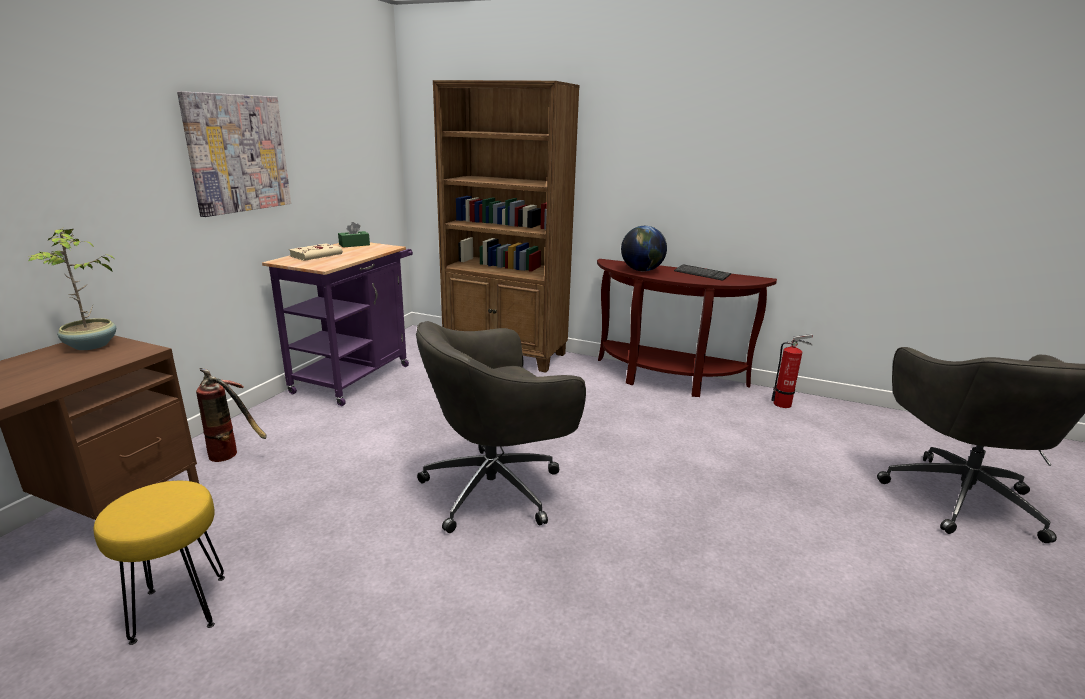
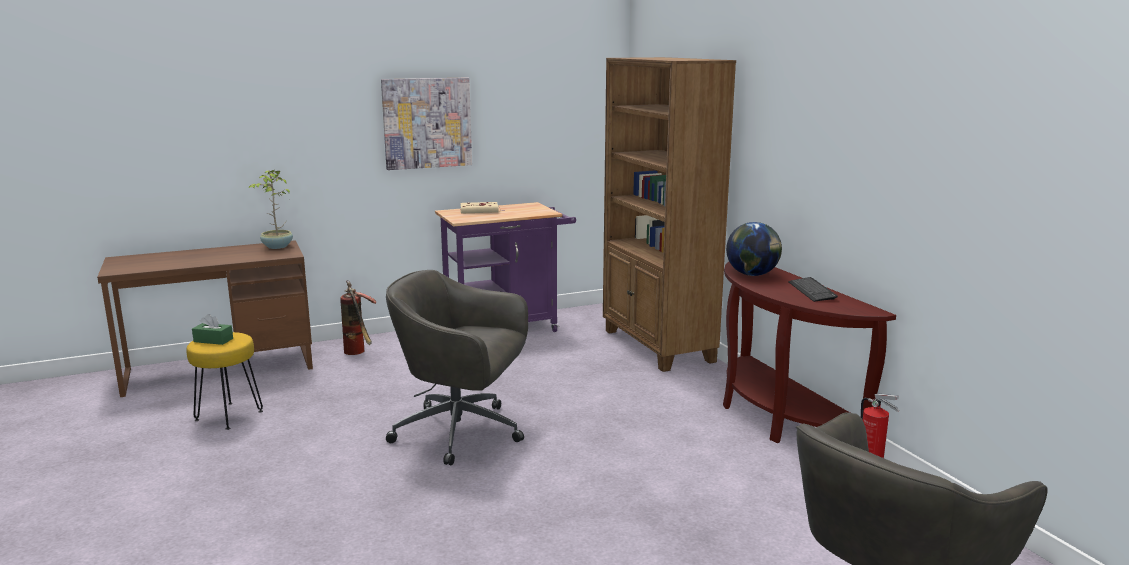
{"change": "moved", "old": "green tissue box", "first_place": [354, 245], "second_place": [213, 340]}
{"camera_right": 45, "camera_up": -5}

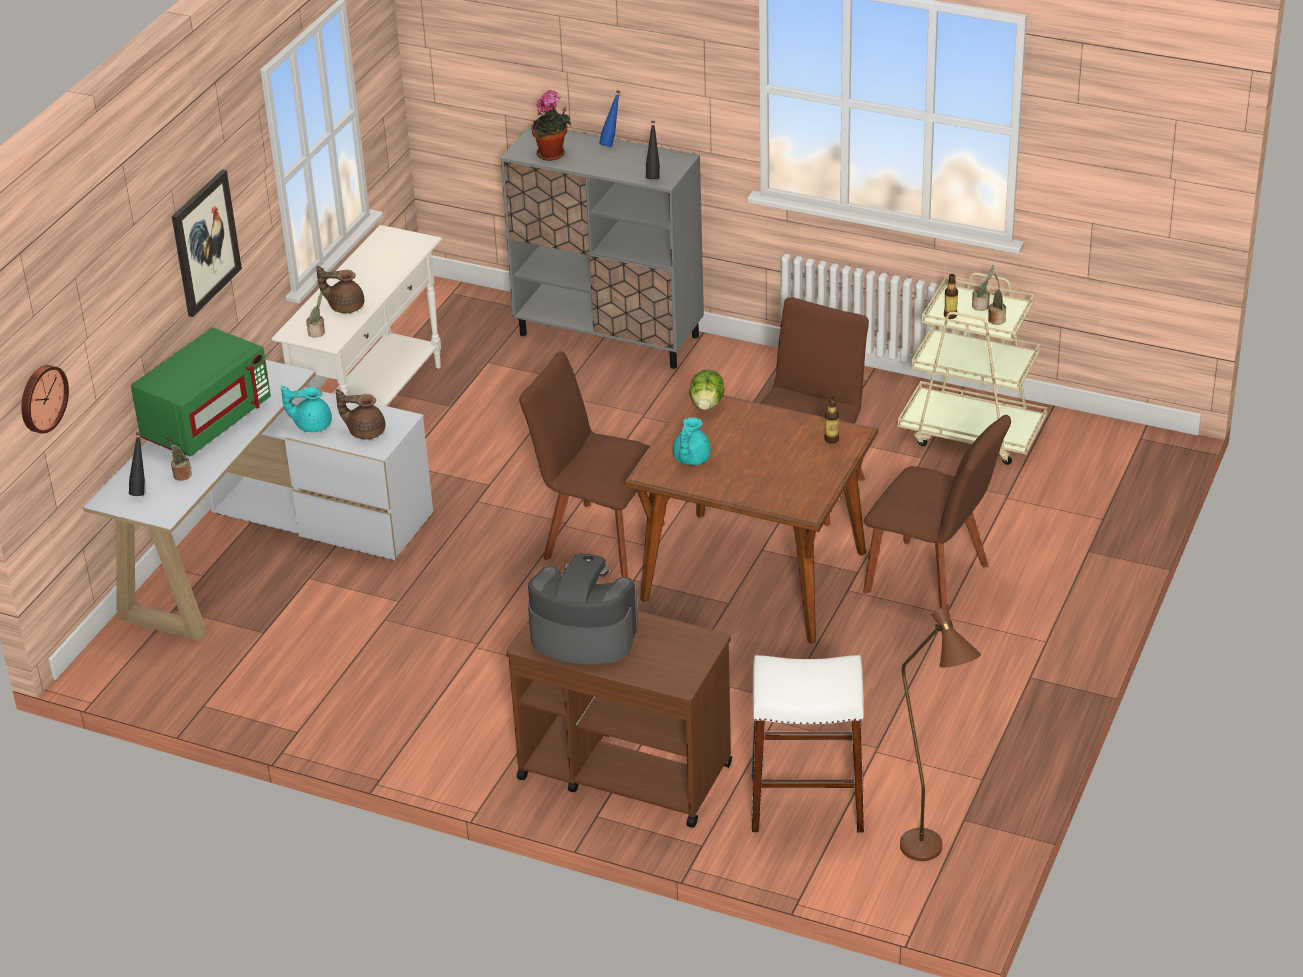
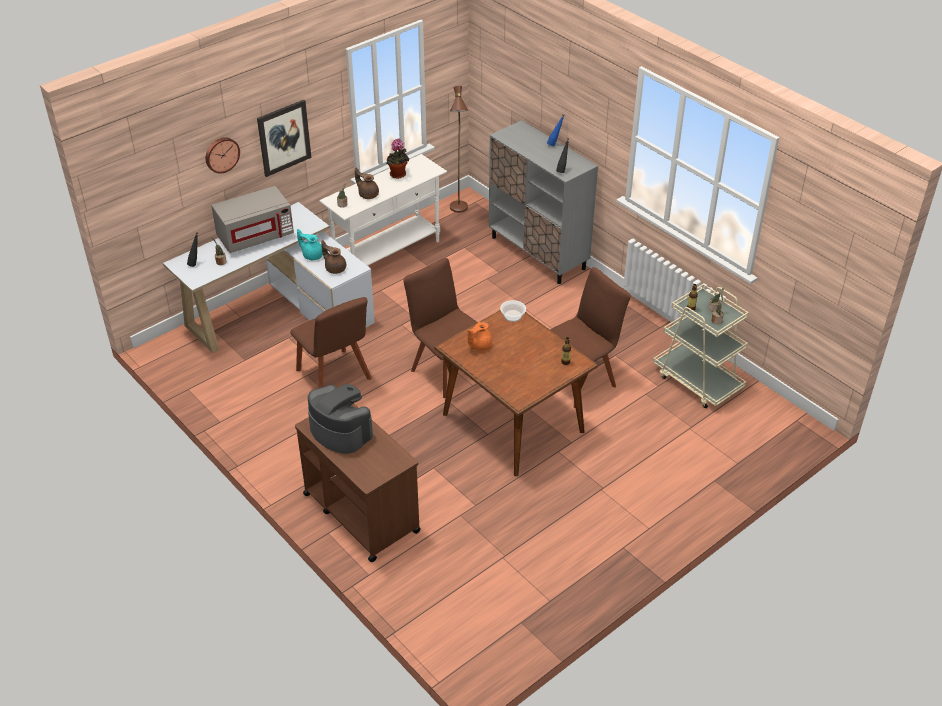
{"change": "moved", "old": "wall clock", "first_place": [41, 398], "second_place": [221, 154]}
{"change": "recoloured", "old": "green microwave", "new": "grey microwave", "first_place": [206, 422], "second_place": [255, 236]}
{"change": "moved", "old": "potted plant", "first_place": [553, 155], "second_place": [398, 175]}
{"change": "recoloured", "old": "turquoise teapot", "new": "orange teapot", "first_place": [690, 459], "second_place": [479, 345]}
{"change": "replaced", "old": "lettuce", "new": "bowl", "first_place": [707, 404], "second_place": [513, 316]}
{"change": "removed", "old": "white stool", "first_place": [806, 804]}
{"change": "moved", "old": "brown chair", "first_place": [932, 581], "second_place": [335, 377]}
{"change": "moved", "old": "brown floor lamp", "first_place": [931, 856], "second_place": [459, 211]}
{"camera_right": 25, "camera_up": 5}

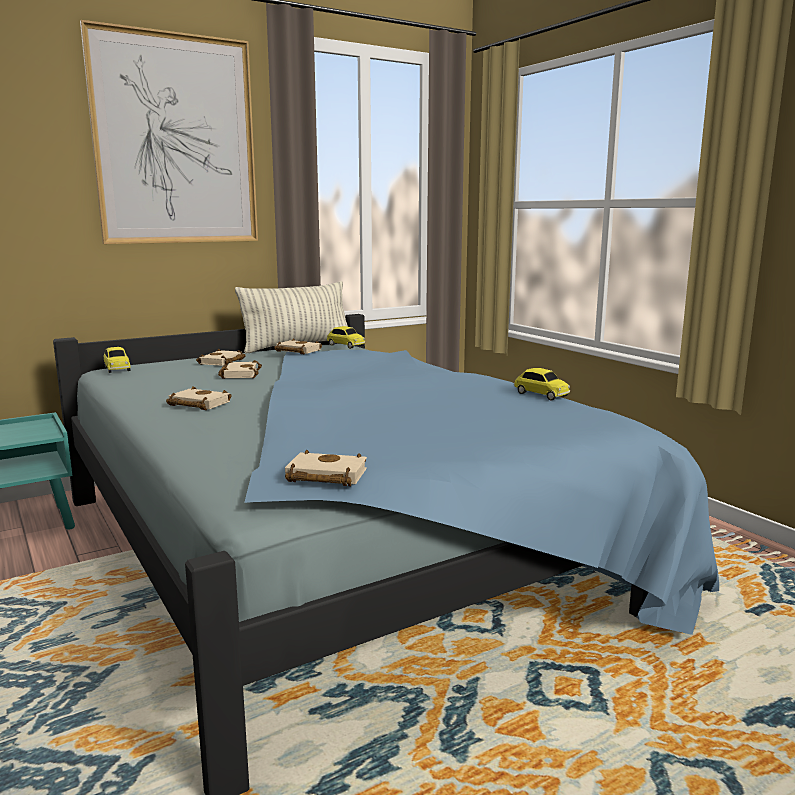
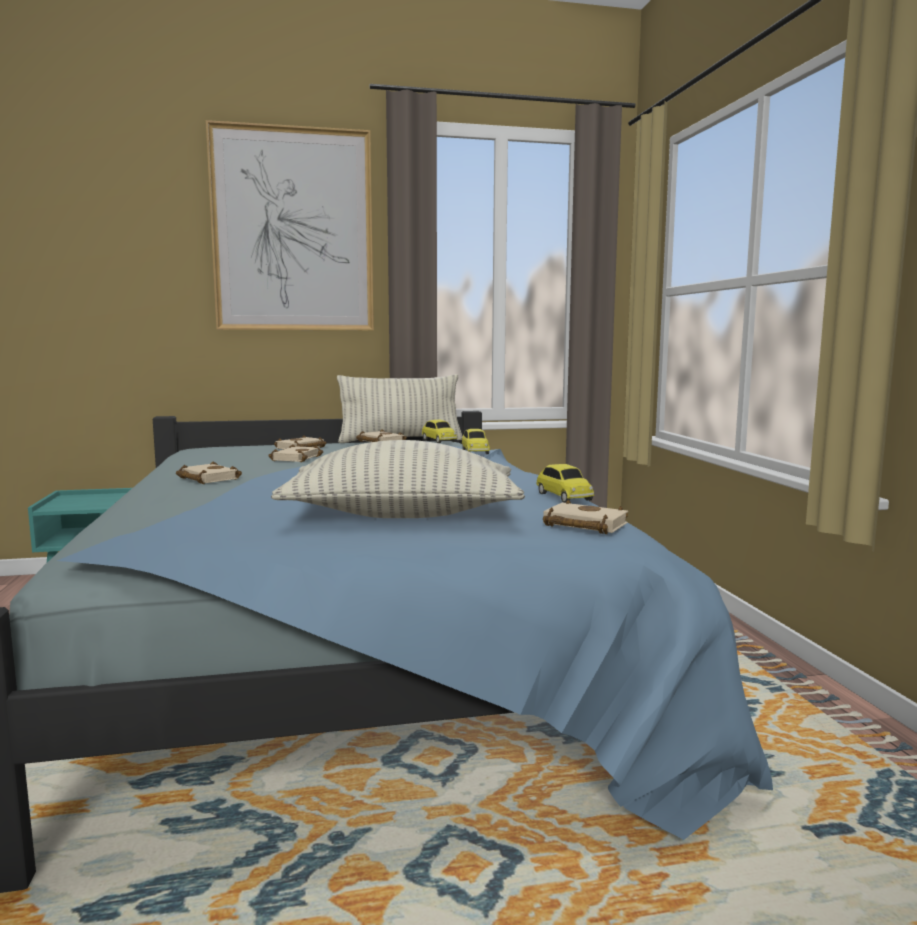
{"change": "moved", "old": "toy car", "first_place": [117, 368], "second_place": [475, 451]}
{"change": "moved", "old": "beige book", "first_place": [323, 476], "second_place": [582, 525]}
{"change": "added", "new": "pillow", "second_place": [402, 515]}
{"camera_right": 20, "camera_up": -5}

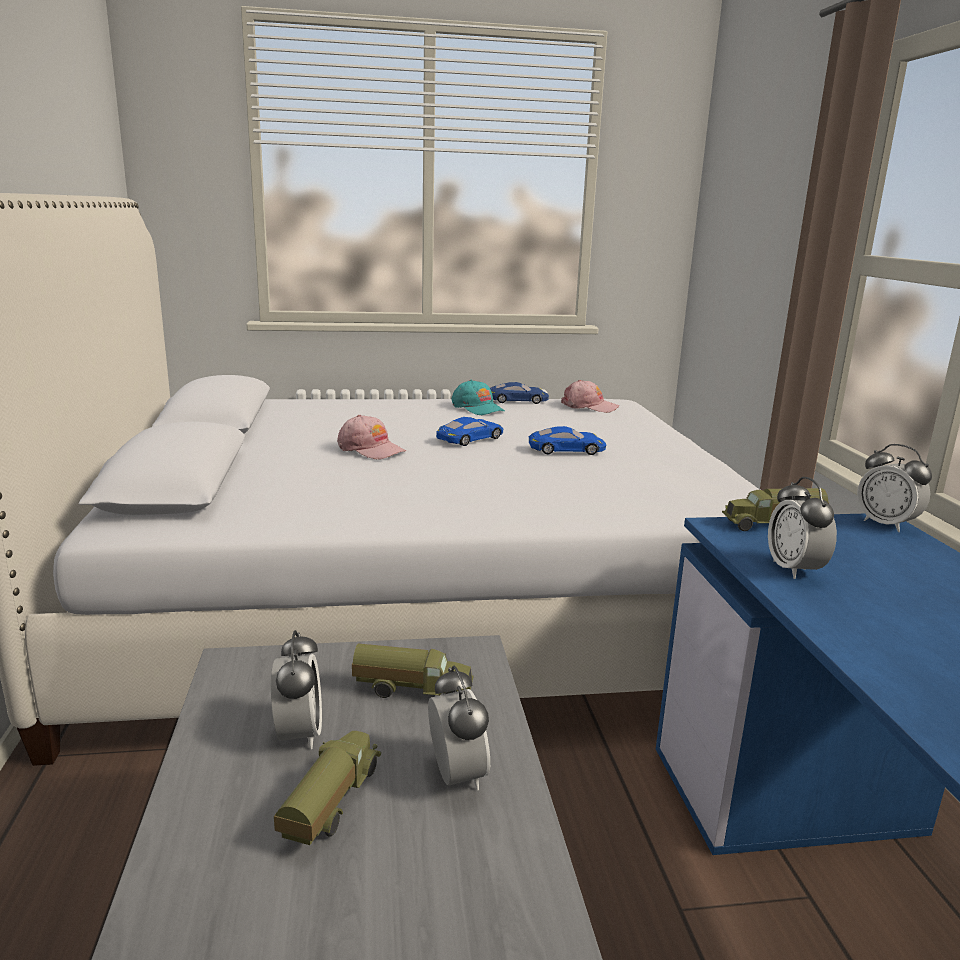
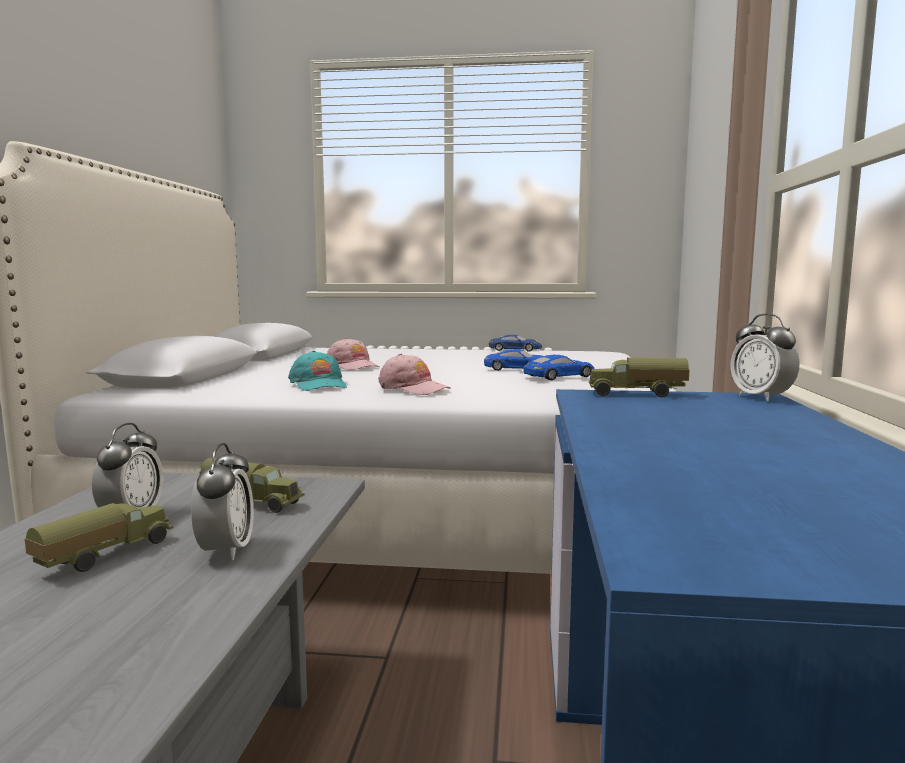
{"change": "moved", "old": "blue toy car", "first_place": [470, 438], "second_place": [559, 376]}
{"change": "moved", "old": "turquoise cap", "first_place": [478, 408], "second_place": [319, 385]}
{"change": "moved", "old": "pink cap", "first_place": [589, 406], "second_place": [413, 389]}
{"change": "removed", "old": "alarm clock", "first_place": [794, 569]}
{"camera_right": 15, "camera_up": -10}

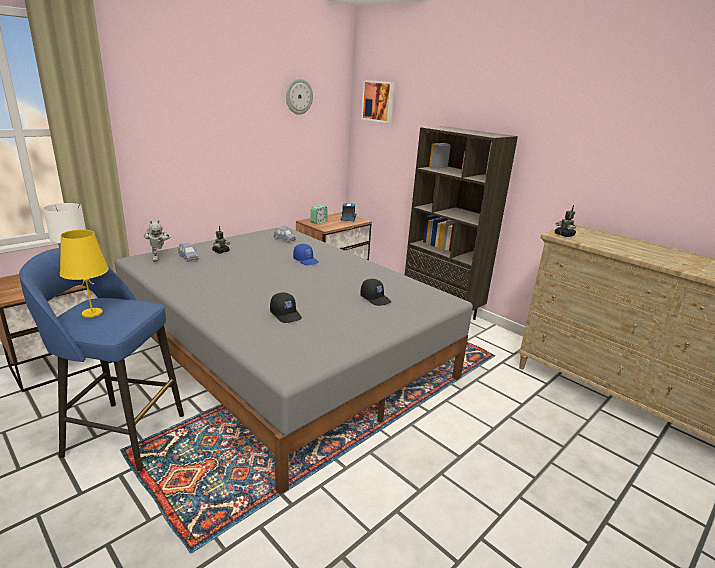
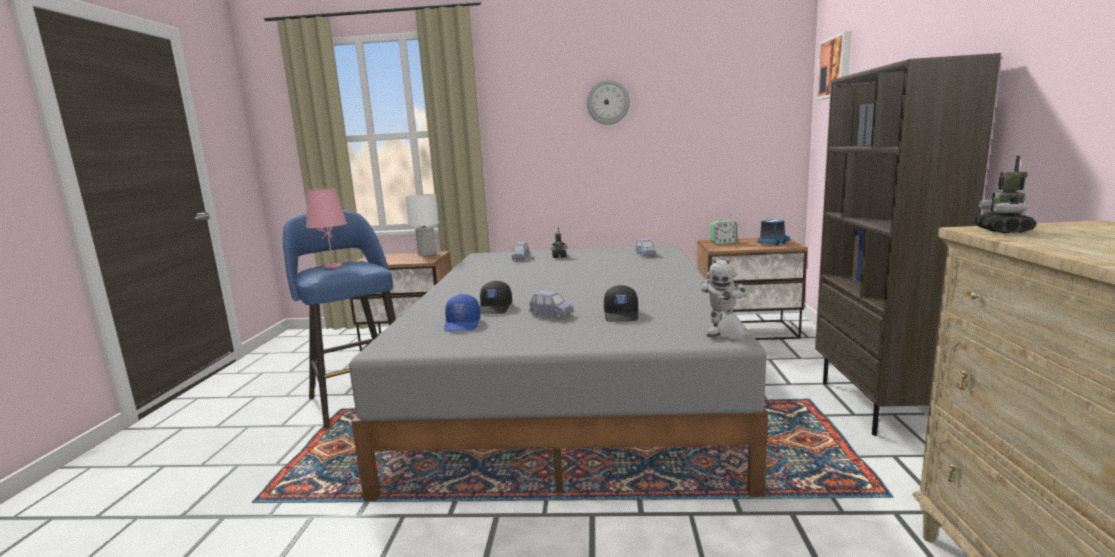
{"change": "recoloured", "old": "yellow table lamp", "new": "pink table lamp", "first_place": [92, 313], "second_place": [333, 266]}
{"change": "moved", "old": "toy robot", "first_place": [158, 258], "second_place": [722, 332]}
{"change": "moved", "old": "wall clock", "first_place": [298, 96], "second_place": [608, 102]}
{"change": "moved", "old": "blue cap", "first_place": [306, 260], "second_place": [463, 324]}
{"change": "added", "new": "blue toy car", "second_place": [551, 315]}
{"camera_right": 50, "camera_up": -10}

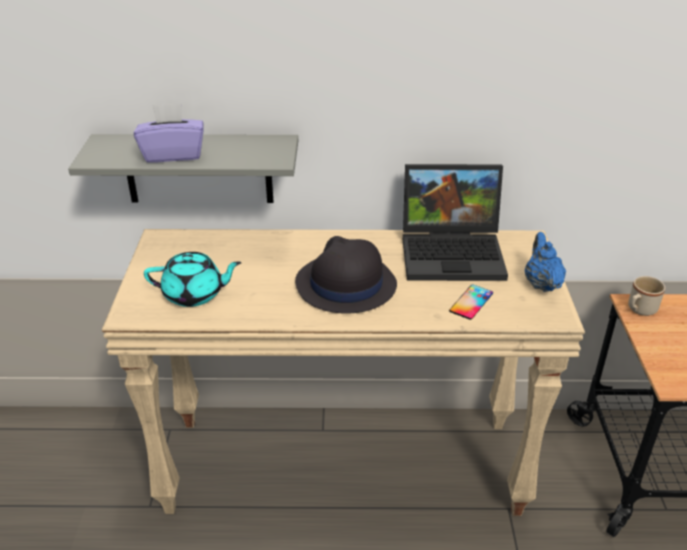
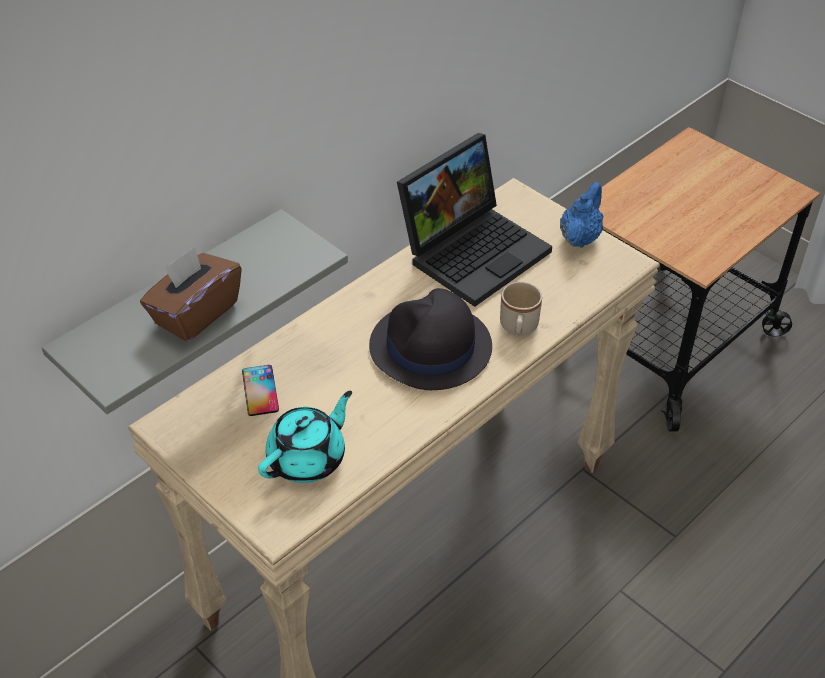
{"change": "recoloured", "old": "purple tissue box", "new": "brown tissue box", "first_place": [173, 154], "second_place": [195, 313]}
{"change": "moved", "old": "phone", "first_place": [471, 302], "second_place": [260, 390]}
{"change": "turned", "old": "blue teapot", "first_place": [541, 284], "second_place": [580, 237], "degrees": 75}
{"change": "moved", "old": "beige mug", "first_place": [639, 310], "second_place": [518, 328]}
{"camera_right": -45, "camera_up": 10}

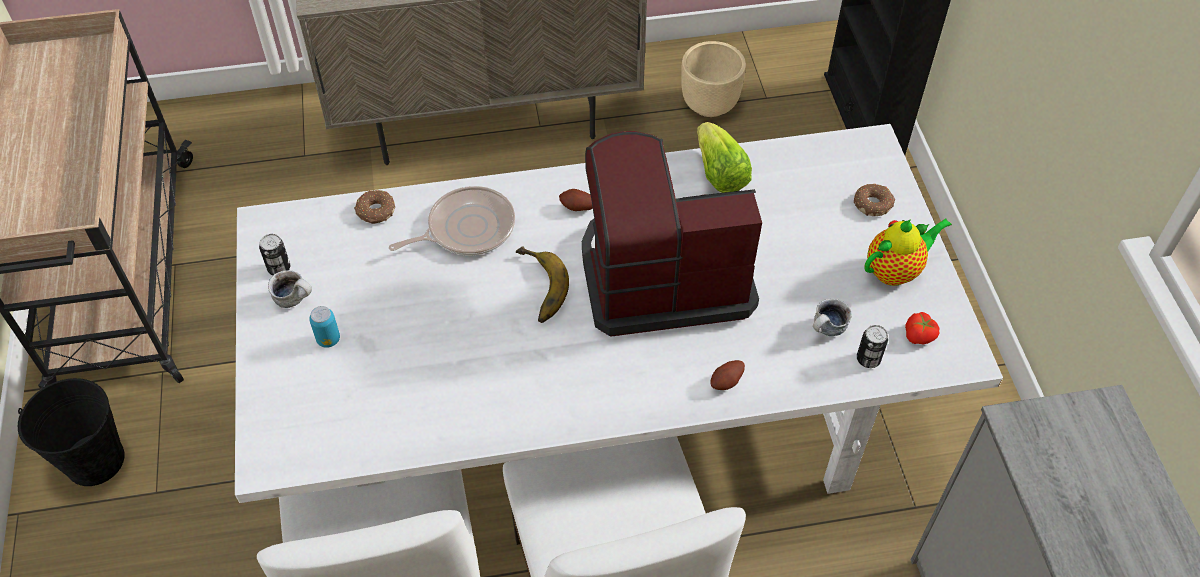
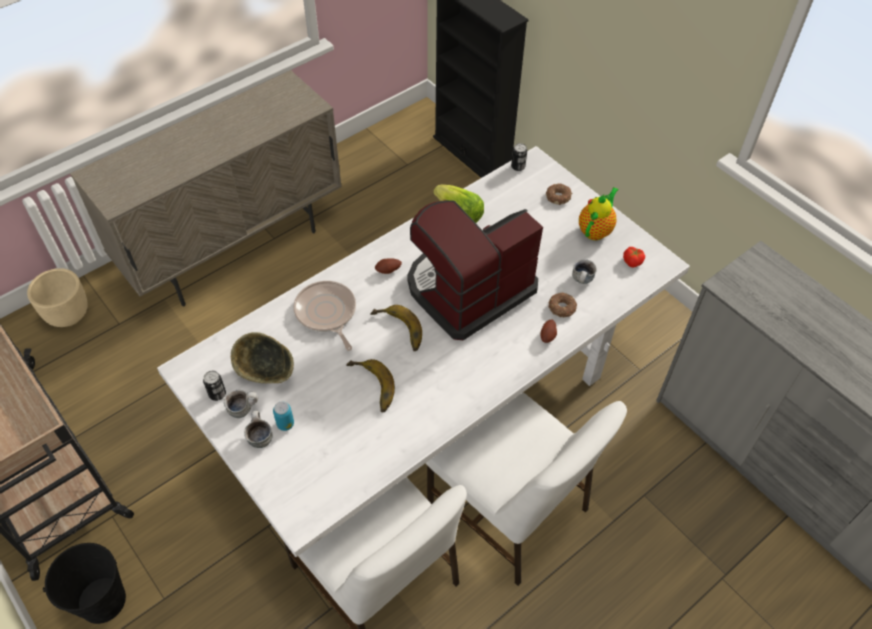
{"change": "moved", "old": "donut", "first_place": [375, 212], "second_place": [562, 308]}
{"change": "turned", "old": "frying pan", "first_place": [467, 228], "second_place": [326, 313], "degrees": -60}
{"change": "moved", "old": "beige planter", "first_place": [710, 104], "second_place": [68, 315]}
{"change": "moved", "old": "can", "first_place": [868, 359], "second_place": [518, 167]}
{"change": "added", "new": "bowl", "second_place": [267, 373]}
{"change": "added", "new": "mug", "second_place": [259, 437]}
{"change": "added", "new": "banana", "second_place": [369, 388]}
{"camera_right": -30, "camera_up": 0}

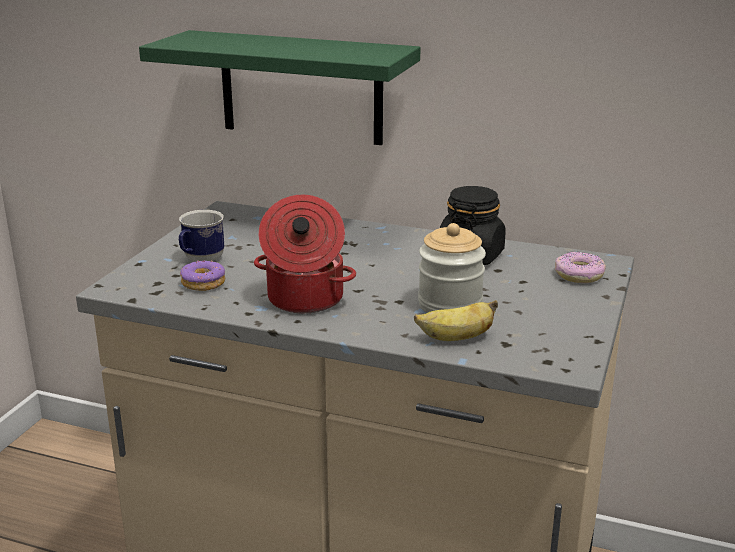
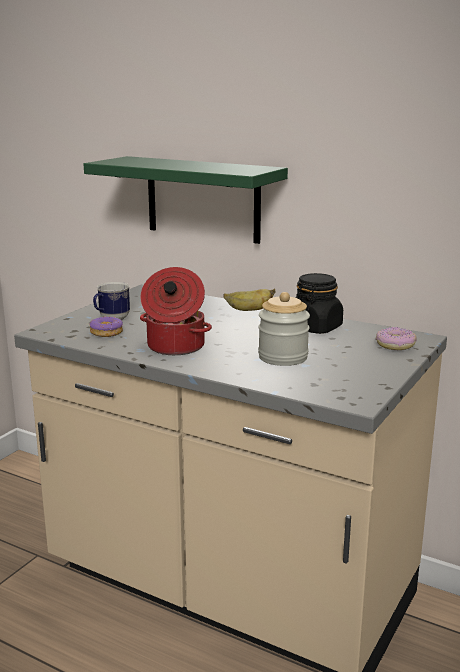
{"change": "moved", "old": "banana", "first_place": [456, 338], "second_place": [248, 310]}
{"camera_right": 10, "camera_up": -5}

